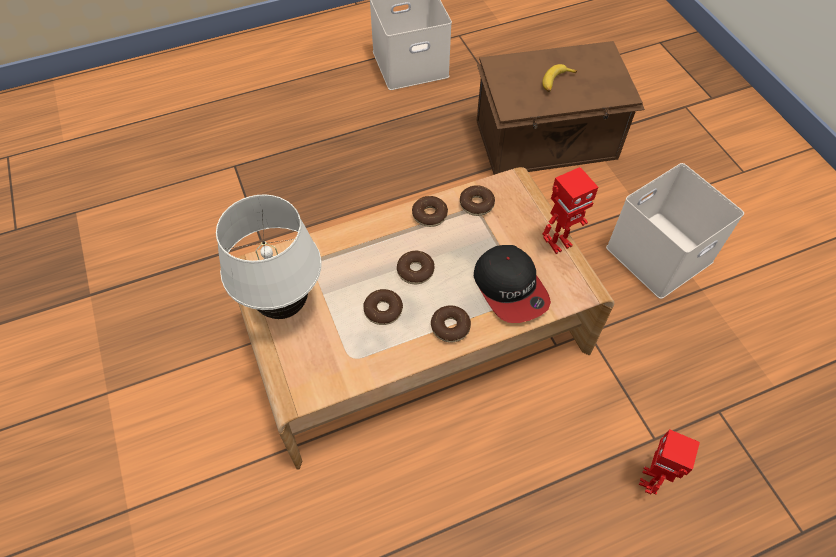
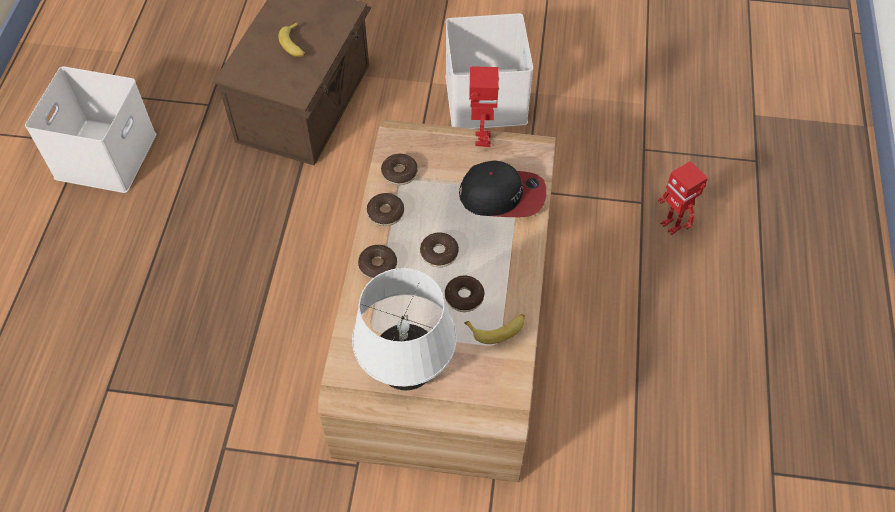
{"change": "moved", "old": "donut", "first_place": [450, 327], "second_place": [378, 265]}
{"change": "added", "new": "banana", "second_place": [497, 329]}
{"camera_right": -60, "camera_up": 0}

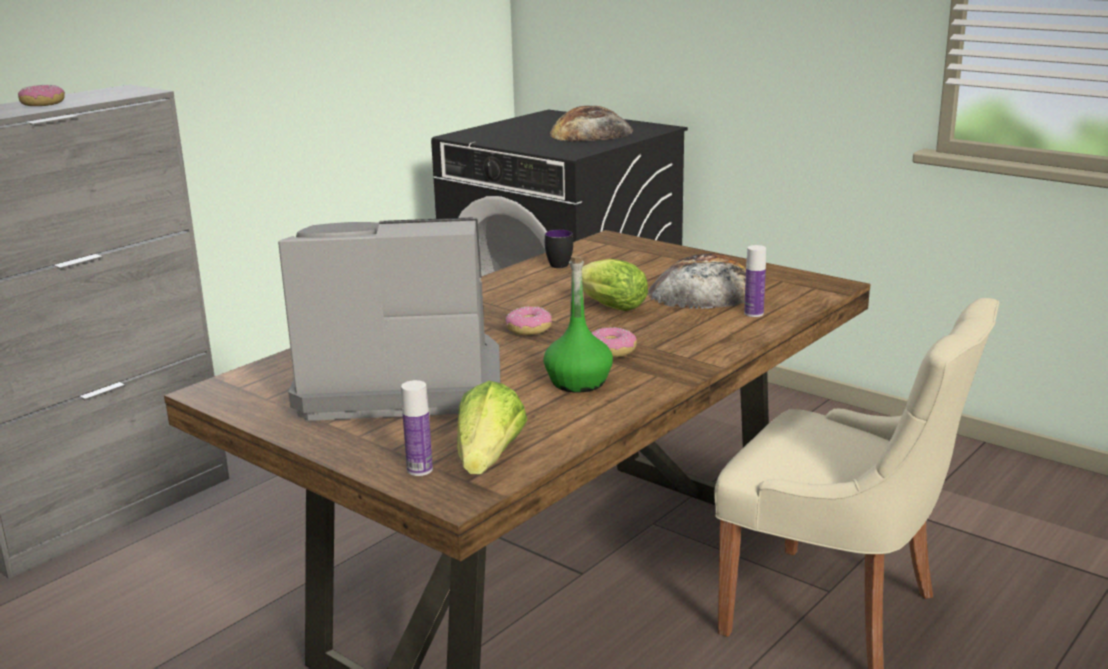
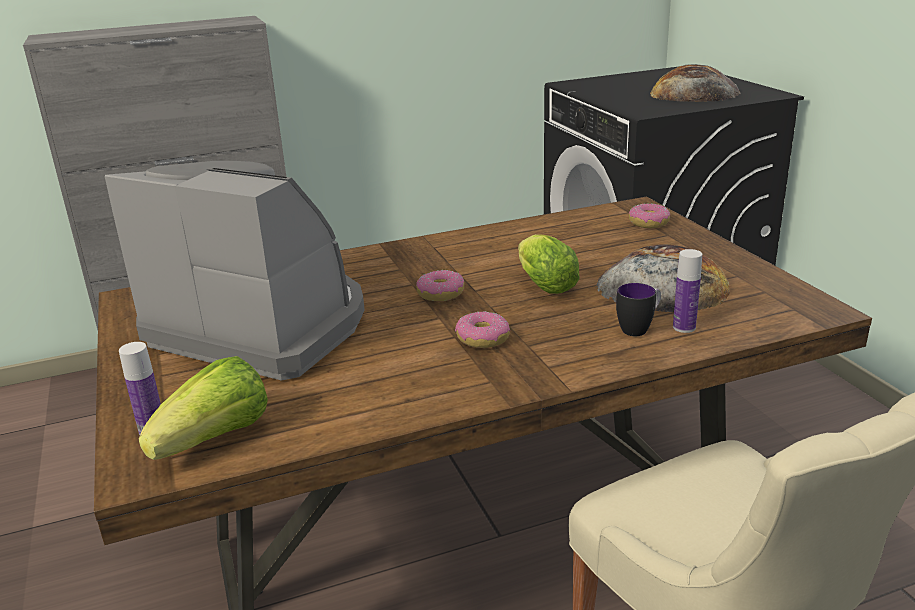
{"change": "moved", "old": "donut", "first_place": [43, 104], "second_place": [648, 223]}
{"change": "removed", "old": "green bottle", "first_place": [578, 382]}
{"change": "moved", "old": "mug", "first_place": [561, 264], "second_place": [639, 328]}
{"camera_right": 30, "camera_up": 5}

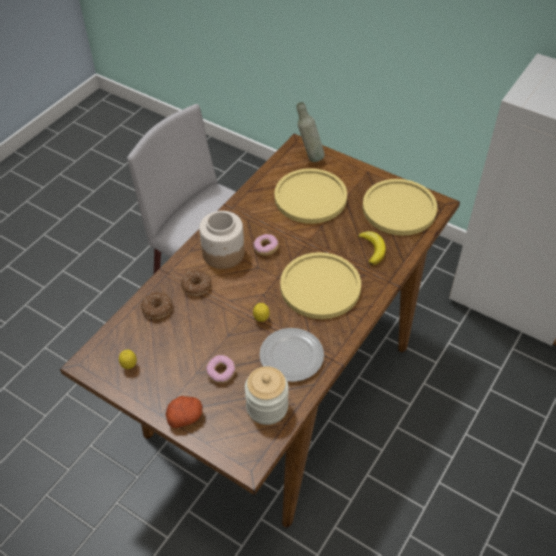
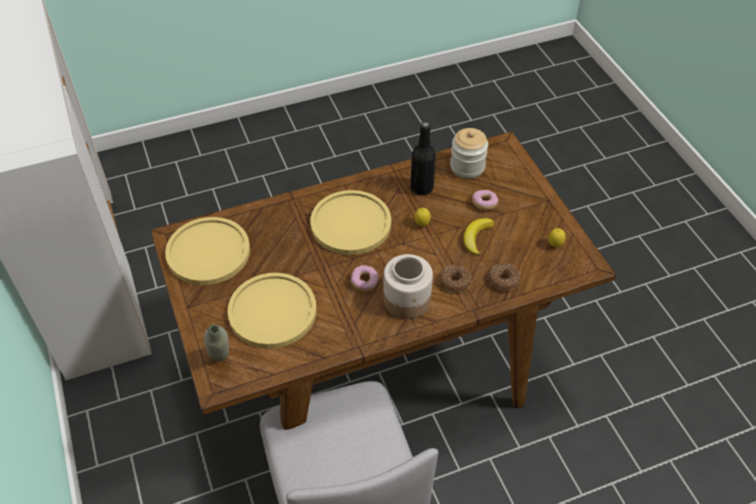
{"change": "removed", "old": "potato", "first_place": [185, 416]}
{"change": "replaced", "old": "plate", "new": "black bottle", "first_place": [291, 356], "second_place": [422, 188]}
{"change": "moved", "old": "banana", "first_place": [373, 249], "second_place": [476, 237]}
{"camera_right": -145, "camera_up": 0}

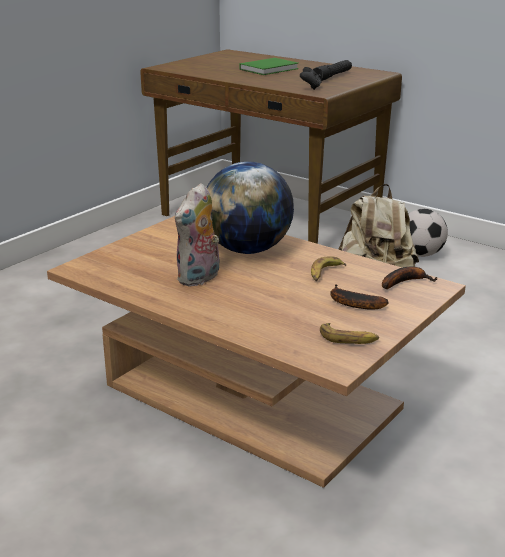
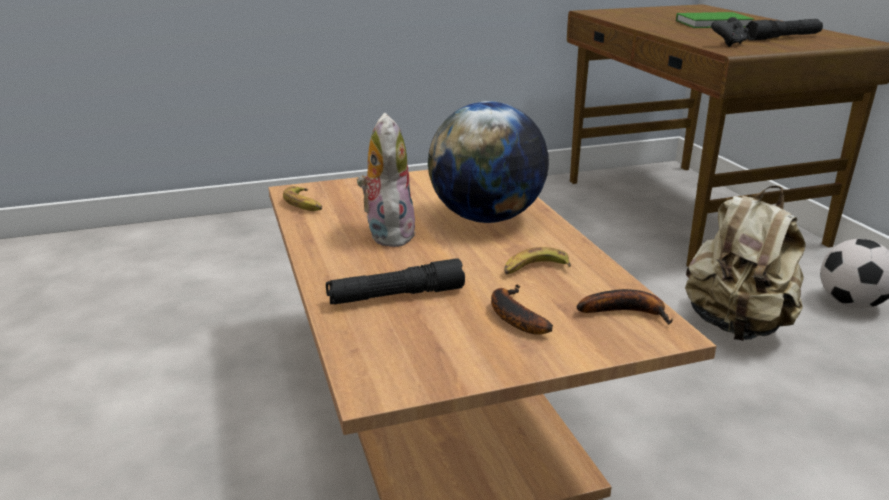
{"change": "turned", "old": "plush toy", "first_place": [199, 278], "second_place": [387, 233], "degrees": 105}
{"change": "moved", "old": "banana", "first_place": [348, 339], "second_place": [304, 204]}
{"change": "added", "new": "black flashlight", "second_place": [396, 296]}
{"camera_right": 35, "camera_up": 0}

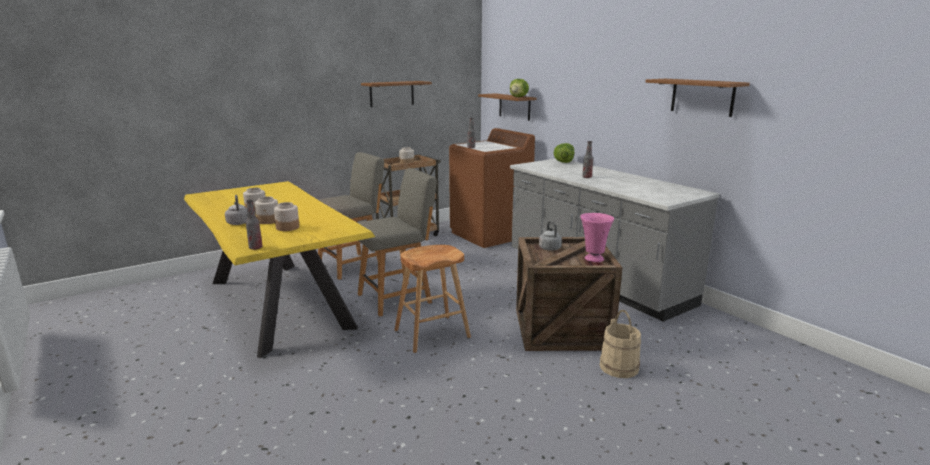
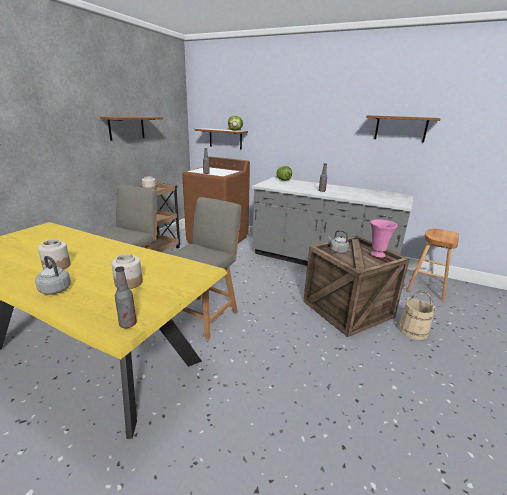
{"change": "removed", "old": "jar", "first_place": [268, 221]}
{"change": "moved", "old": "brown stool", "first_place": [431, 334], "second_place": [426, 288]}
{"camera_right": -30, "camera_up": 5}

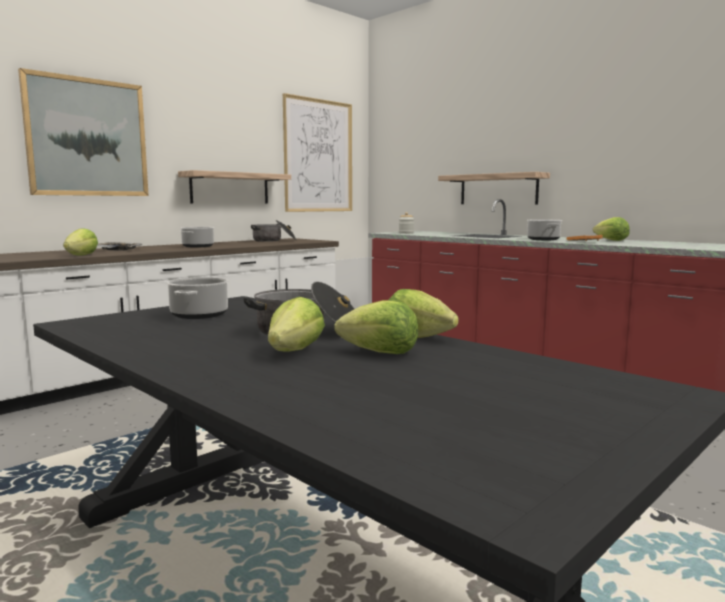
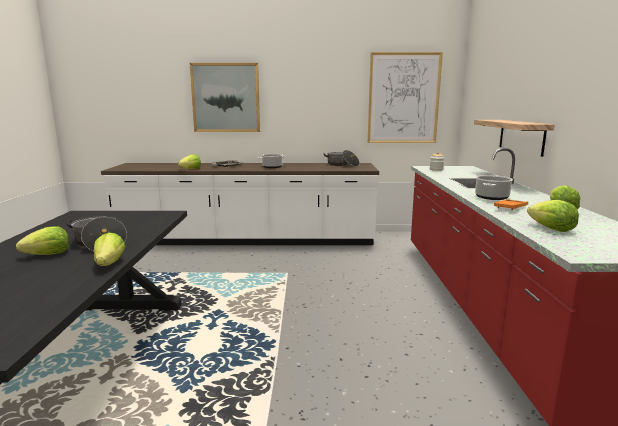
{"change": "removed", "old": "cooking pot", "first_place": [199, 315]}
{"change": "removed", "old": "shelf", "first_place": [230, 188]}
{"change": "moved", "old": "lettuce", "first_place": [380, 353], "second_place": [551, 229]}
{"camera_right": 45, "camera_up": 5}

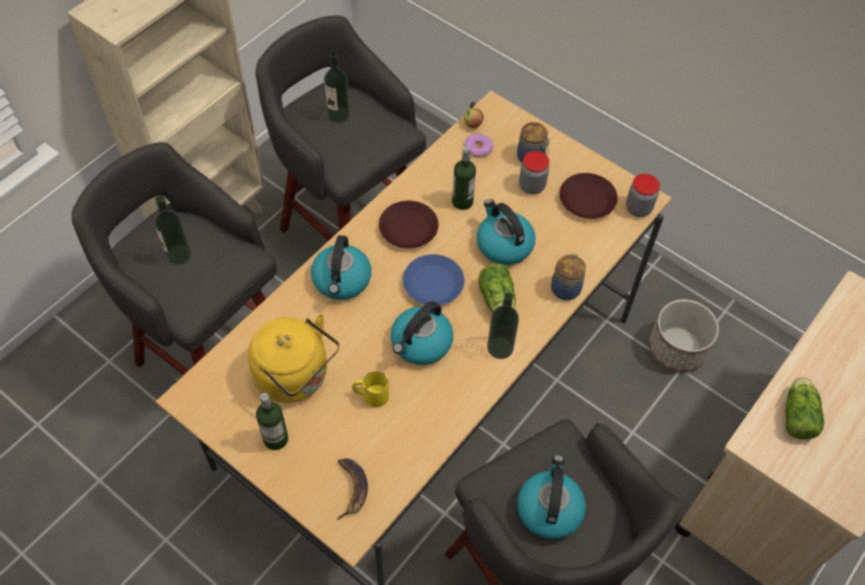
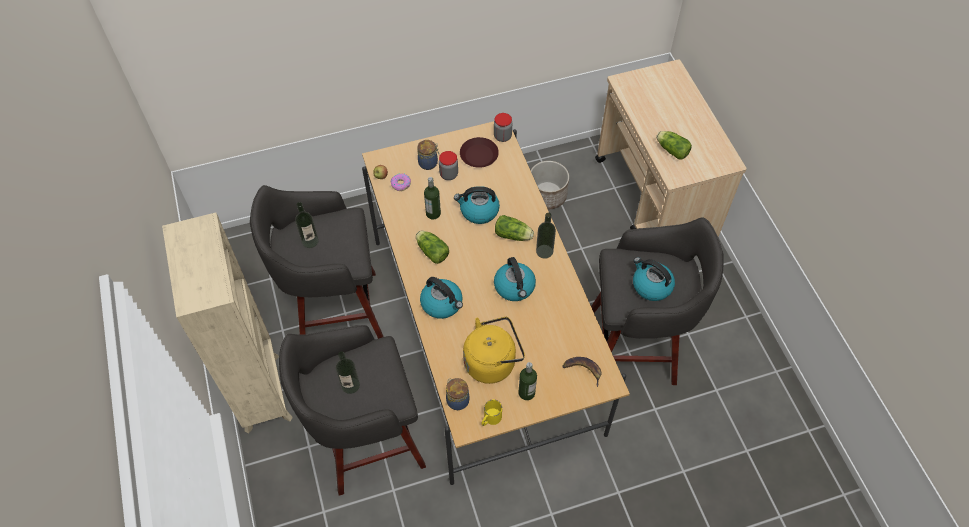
{"change": "moved", "old": "yellow mug", "first_place": [370, 395], "second_place": [490, 419]}
{"change": "replaced", "old": "brown plate", "new": "lettuce", "first_place": [408, 229], "second_place": [431, 251]}
{"change": "removed", "old": "blue plate", "first_place": [433, 283]}
{"change": "moved", "old": "jar", "first_place": [566, 288], "second_place": [457, 400]}
{"camera_right": -55, "camera_up": 0}

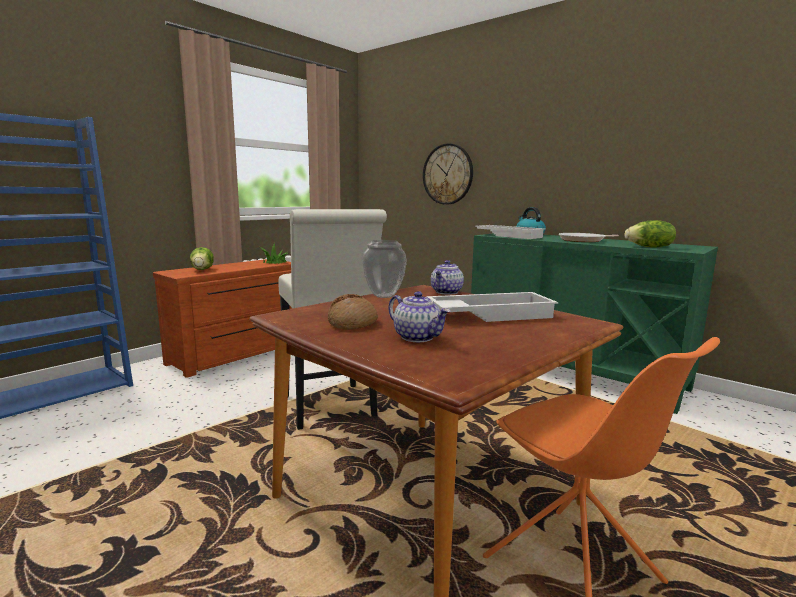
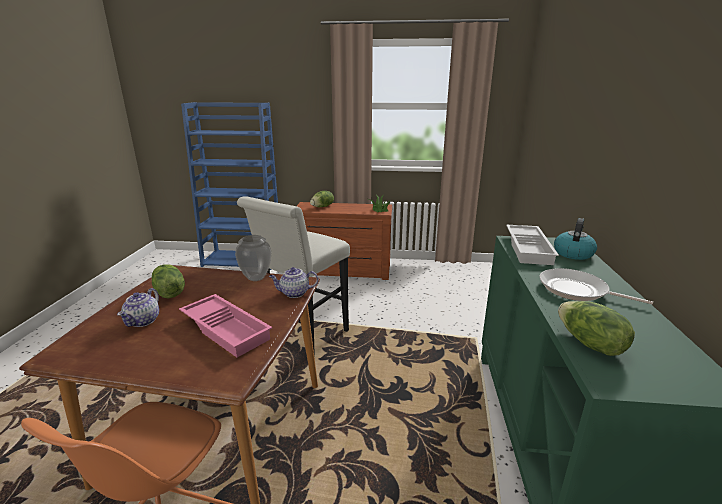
{"change": "replaced", "old": "bread", "new": "lettuce", "first_place": [352, 323], "second_place": [169, 293]}
{"change": "removed", "old": "wall clock", "first_place": [447, 174]}
{"change": "recoloured", "old": "white tray", "new": "pink tray", "first_place": [490, 314], "second_place": [227, 329]}
{"camera_right": 55, "camera_up": 10}

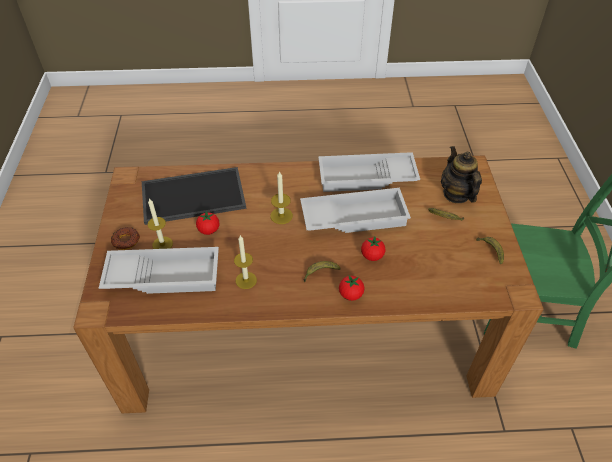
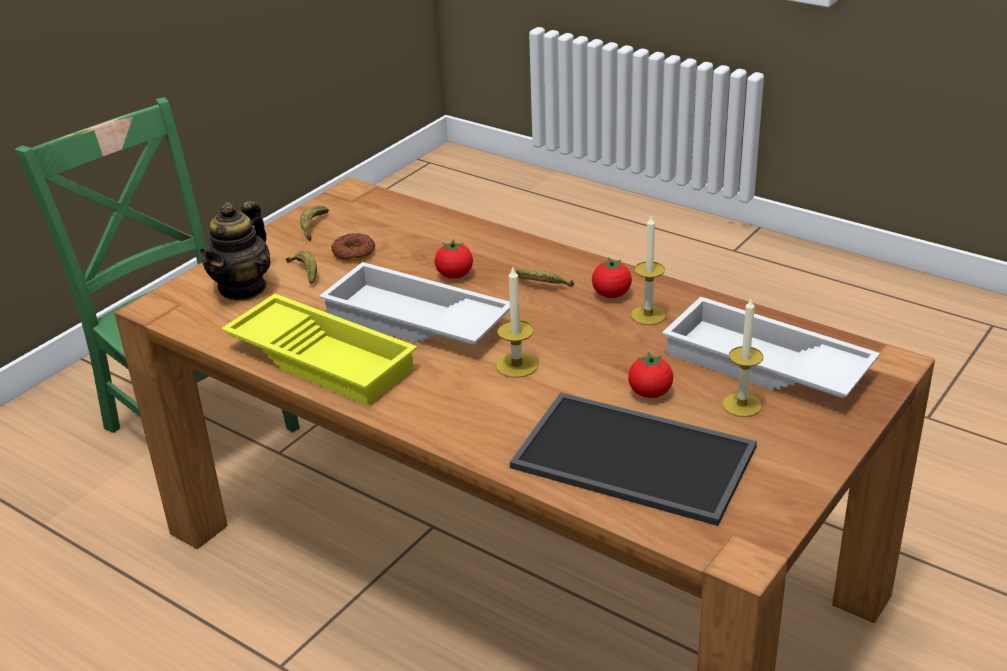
{"change": "moved", "old": "donut", "first_place": [126, 241], "second_place": [353, 253]}
{"change": "recoloured", "old": "white tray", "new": "yellow tray", "first_place": [366, 178], "second_place": [324, 358]}
{"change": "moved", "old": "tomato", "first_place": [350, 294], "second_place": [611, 294]}
{"camera_right": -140, "camera_up": -15}

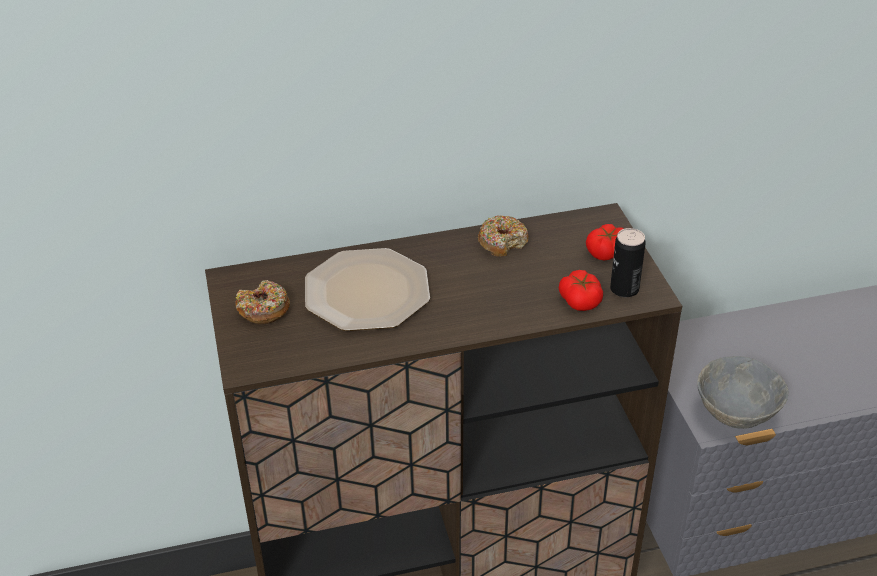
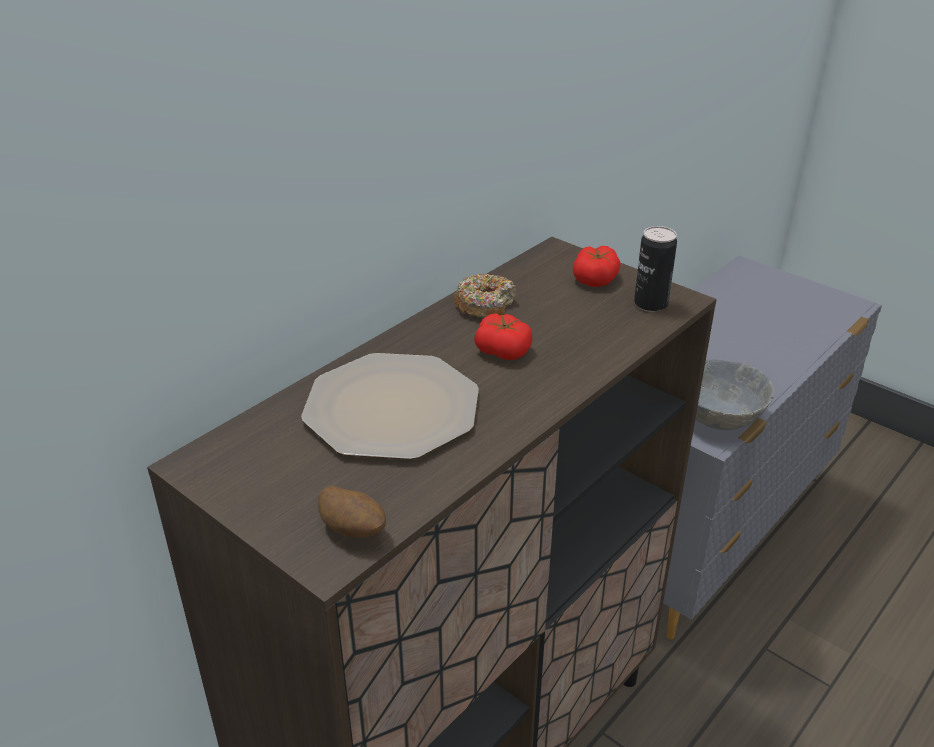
{"change": "removed", "old": "donut", "first_place": [263, 310]}
{"change": "moved", "old": "tomato", "first_place": [580, 300], "second_place": [503, 350]}
{"change": "added", "new": "potato", "second_place": [353, 531]}
{"camera_right": -35, "camera_up": -5}

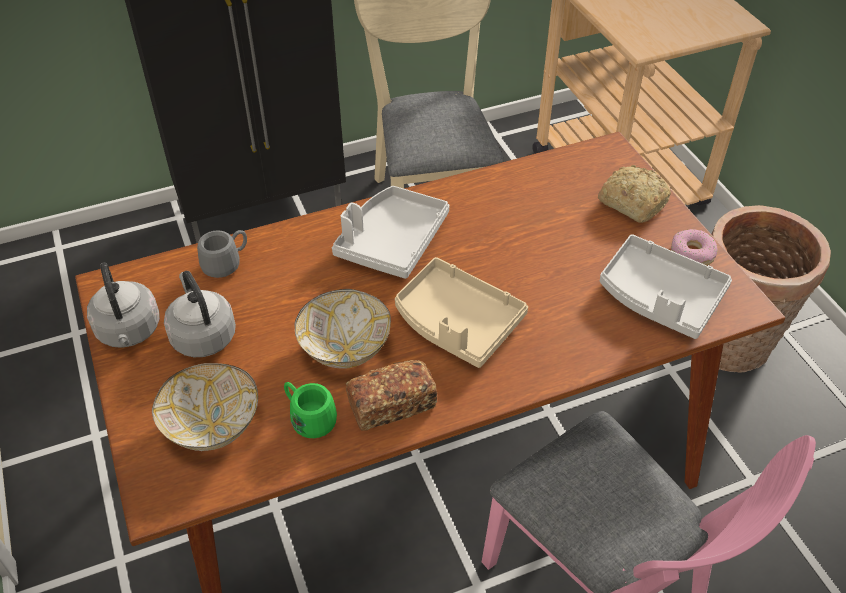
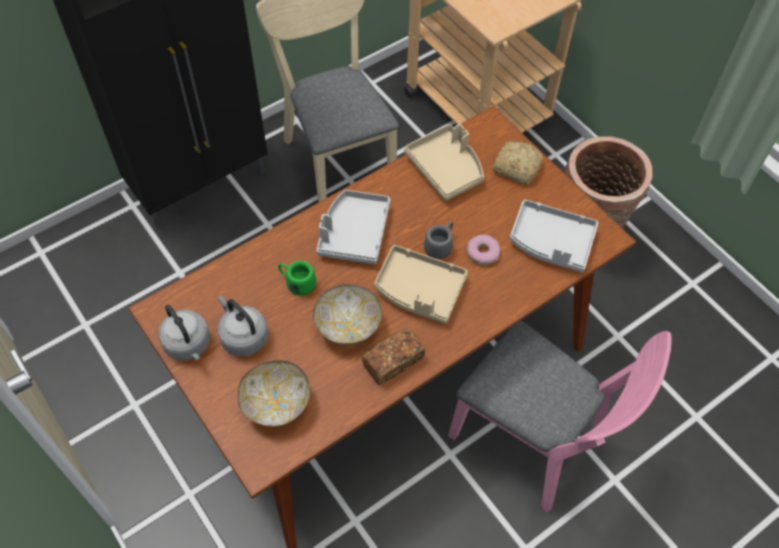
{"change": "moved", "old": "grey mug", "first_place": [227, 263], "second_place": [440, 245]}
{"change": "moved", "old": "green mug", "first_place": [308, 418], "second_place": [297, 283]}
{"change": "moved", "old": "donut", "first_place": [692, 253], "second_place": [483, 253]}
{"change": "added", "new": "beige tray", "second_place": [446, 169]}
{"camera_right": -15, "camera_up": 10}

